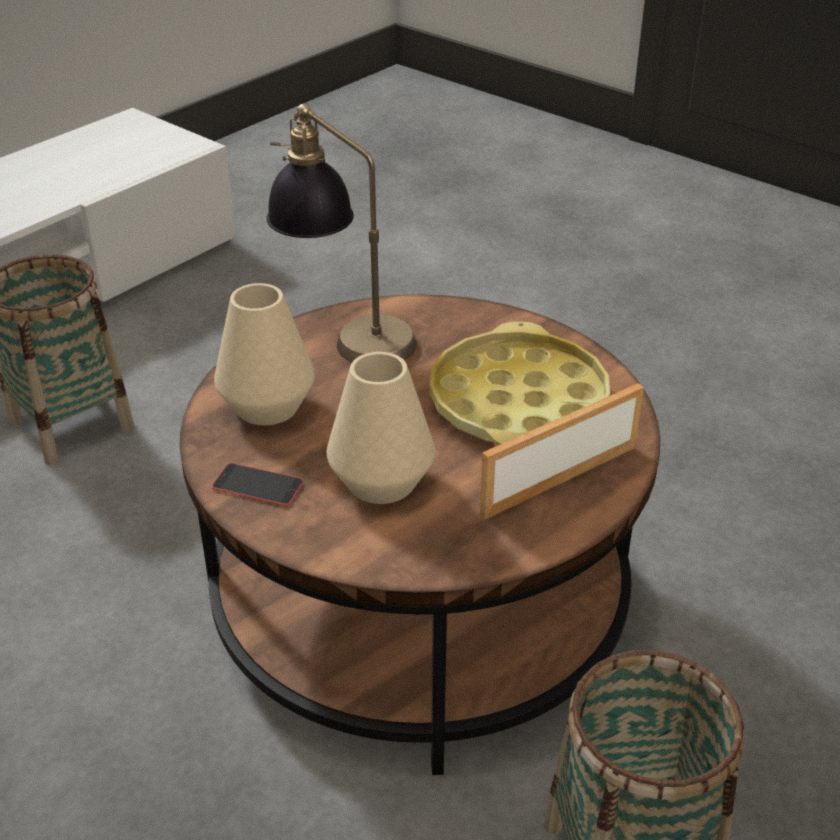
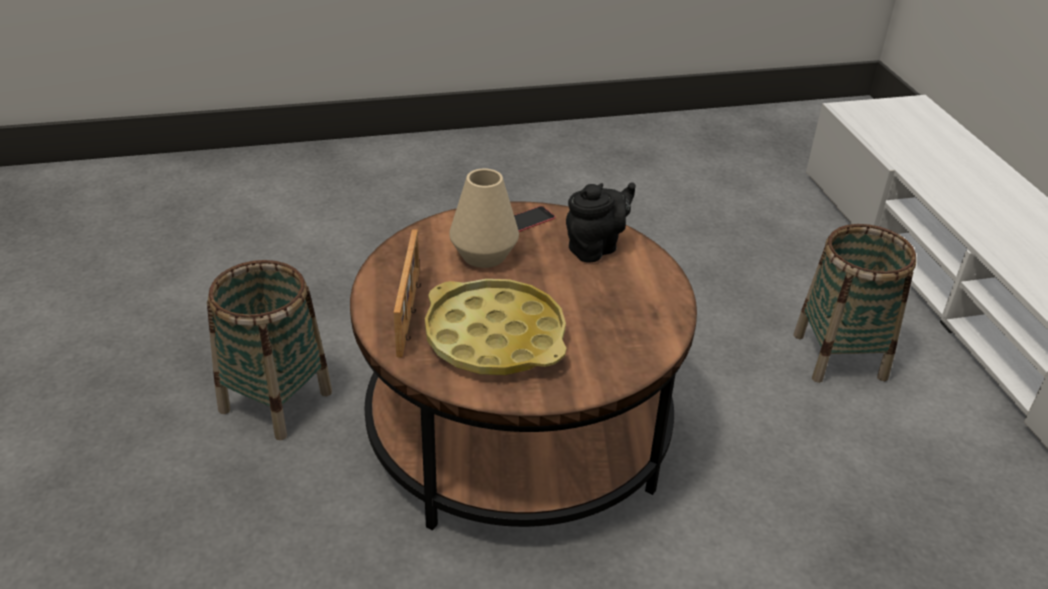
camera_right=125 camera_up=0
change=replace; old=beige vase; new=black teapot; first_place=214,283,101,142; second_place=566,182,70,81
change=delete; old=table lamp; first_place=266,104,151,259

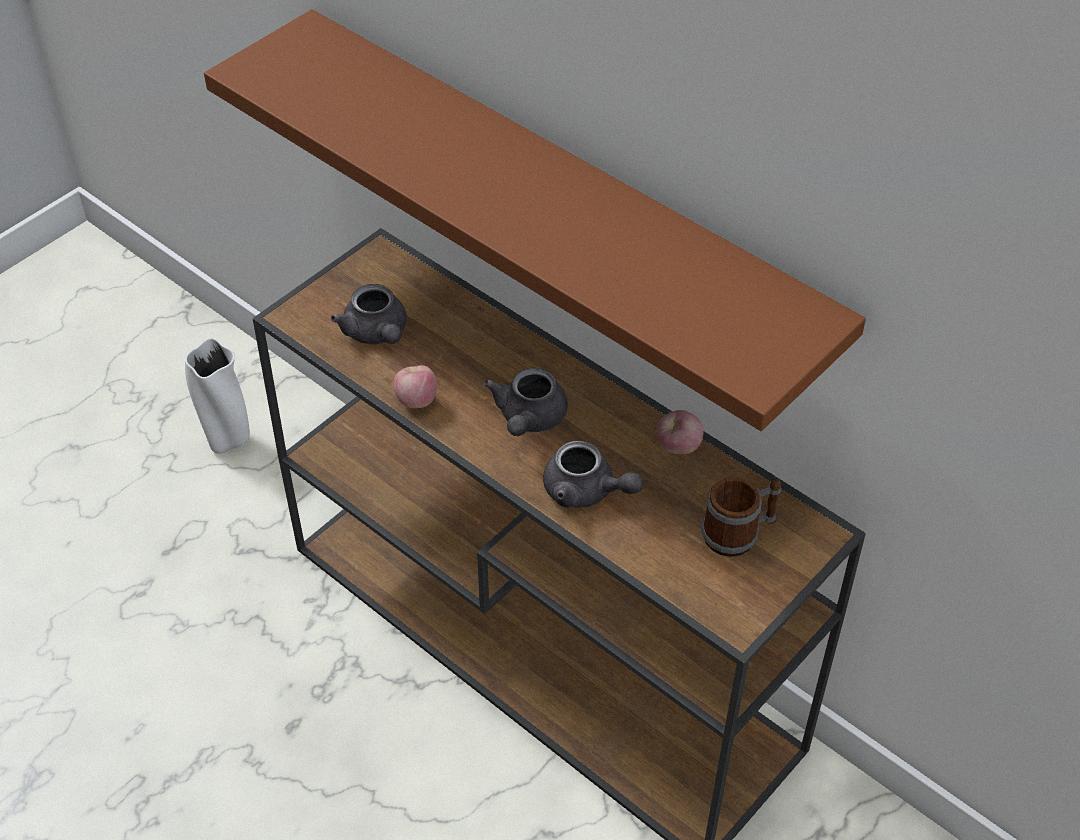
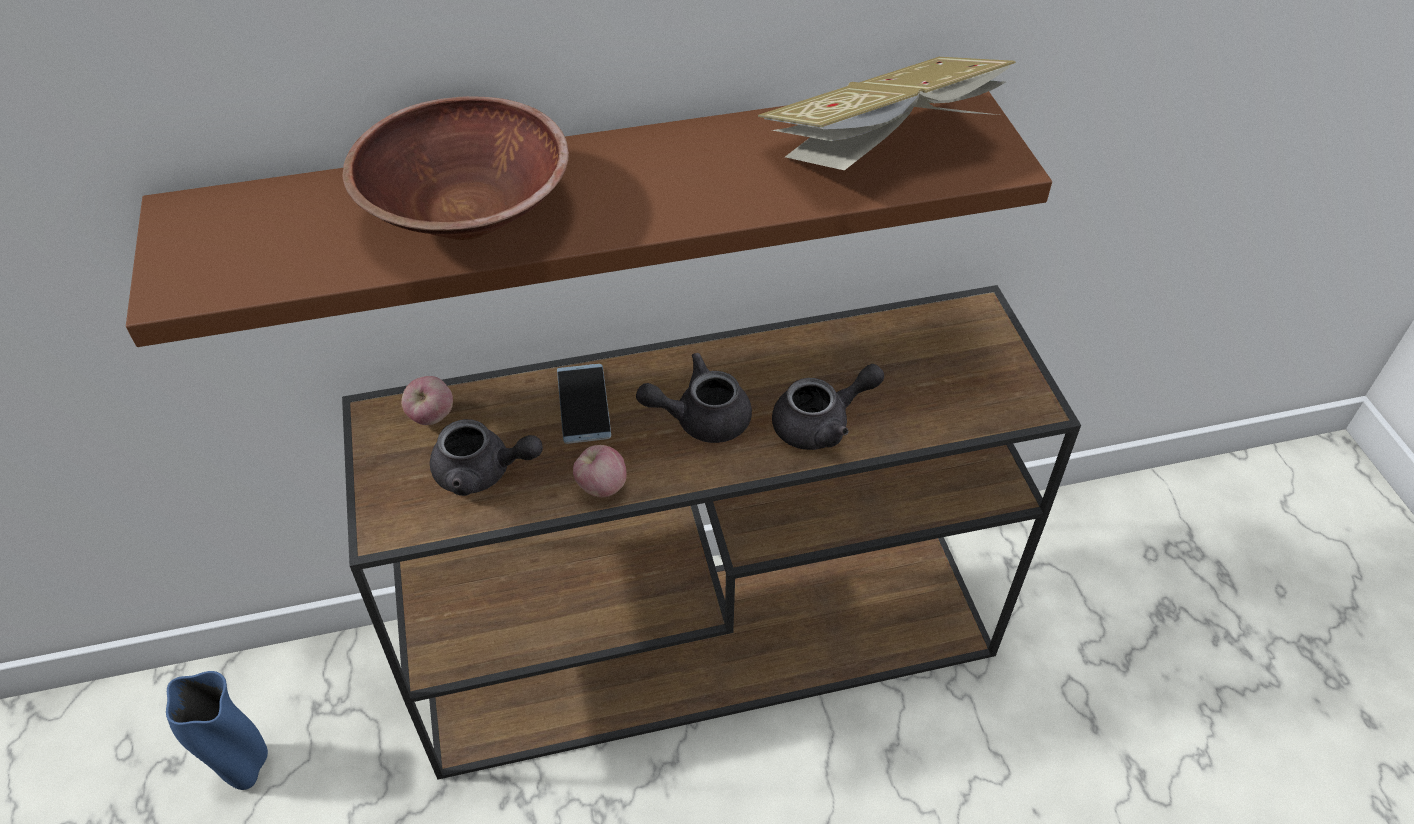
camera_right=-55 camera_up=0
change=recolor; old=white vase; new=blue vase; first_place=185,338,65,116; second_place=166,671,102,119
change=insert; new=brown bowl; second_place=343,96,226,144
change=move; old=apple; first_place=657,410,47,44; second_place=401,376,52,49
change=insert; new=phone; second_place=557,364,54,80
change=rotate; old=grey teapot; first_place=484,368,84,68; second_place=636,353,116,90; degrees=120
change=insert; new=book; second_place=758,57,258,113
change=delete; old=mug; first_place=701,477,80,80

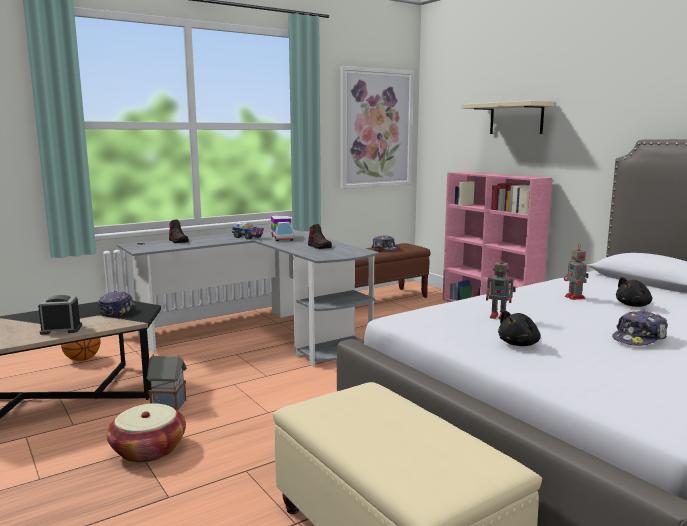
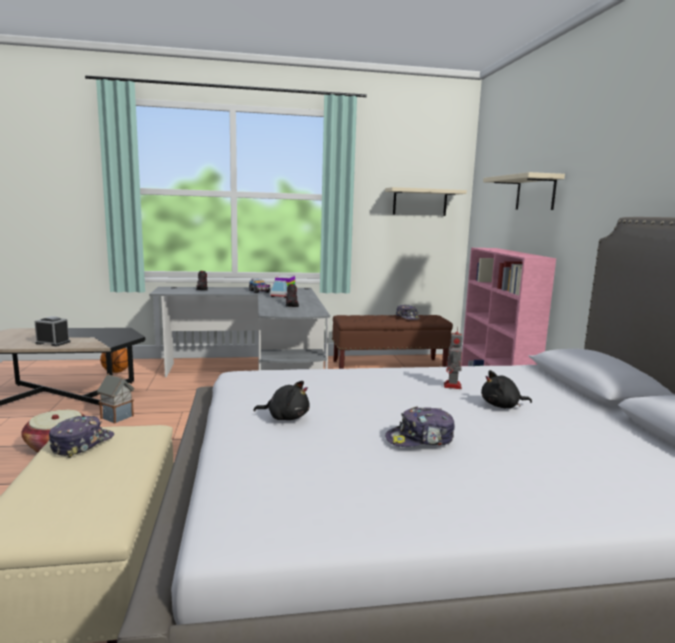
camera_right=25 camera_up=0
change=move; old=cap; first_place=98,291,37,25; second_place=49,416,65,42
change=rotate; old=black plush toy; first_place=498,310,43,36; second_place=253,381,57,39; degrees=-150
change=replace; old=picture; new=beige shelf; first_place=340,66,74,123; second_place=385,187,82,29
change=delete; old=toy robot; first_place=486,257,30,62

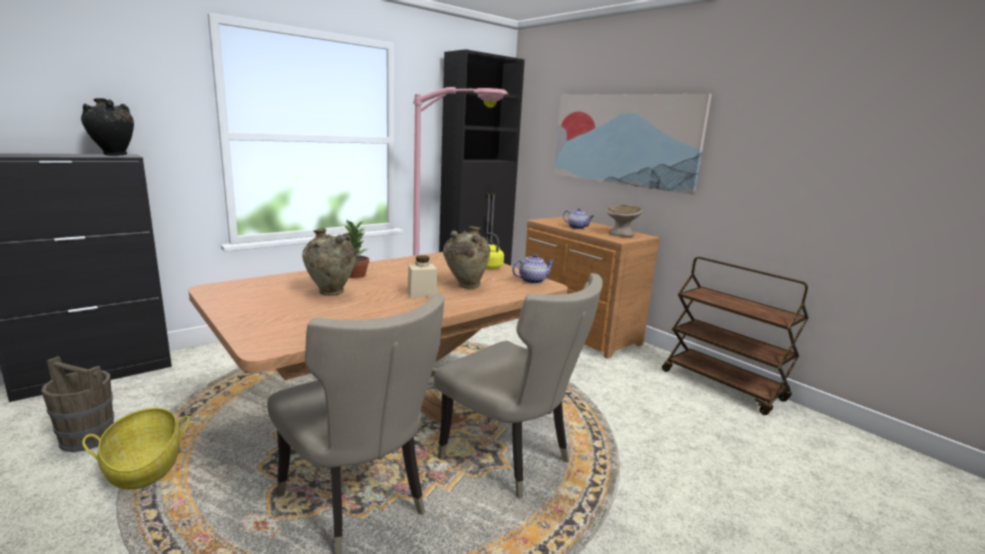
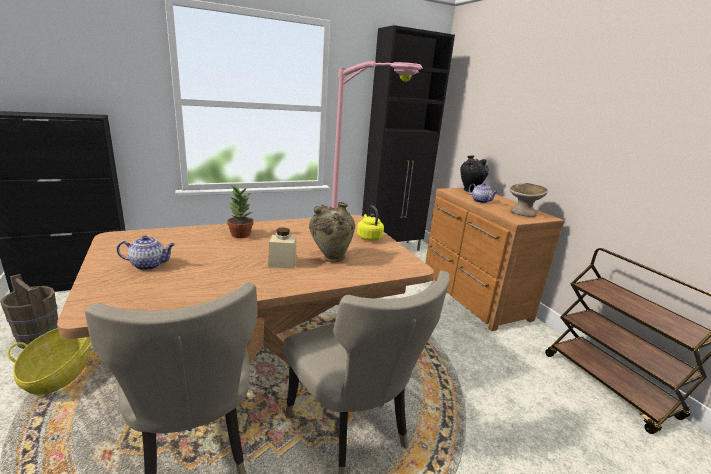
camera_right=15 camera_up=5
change=move; old=teapot; first_place=512,254,43,30; second_place=117,236,58,34
change=move; old=black vase; first_place=81,98,53,58; second_place=460,155,29,37
change=delete; old=beige vase; first_place=302,228,54,68
change=delete; old=picture; first_place=554,94,158,101

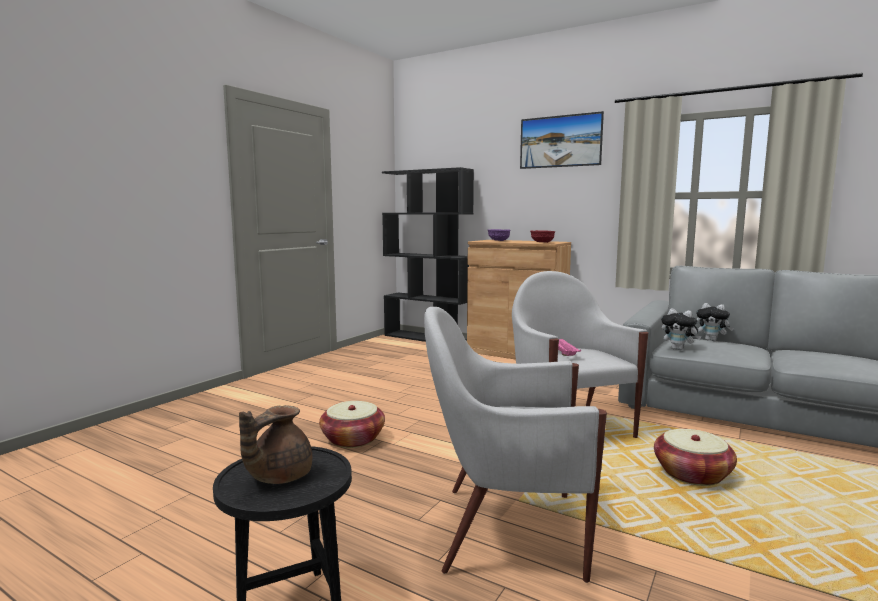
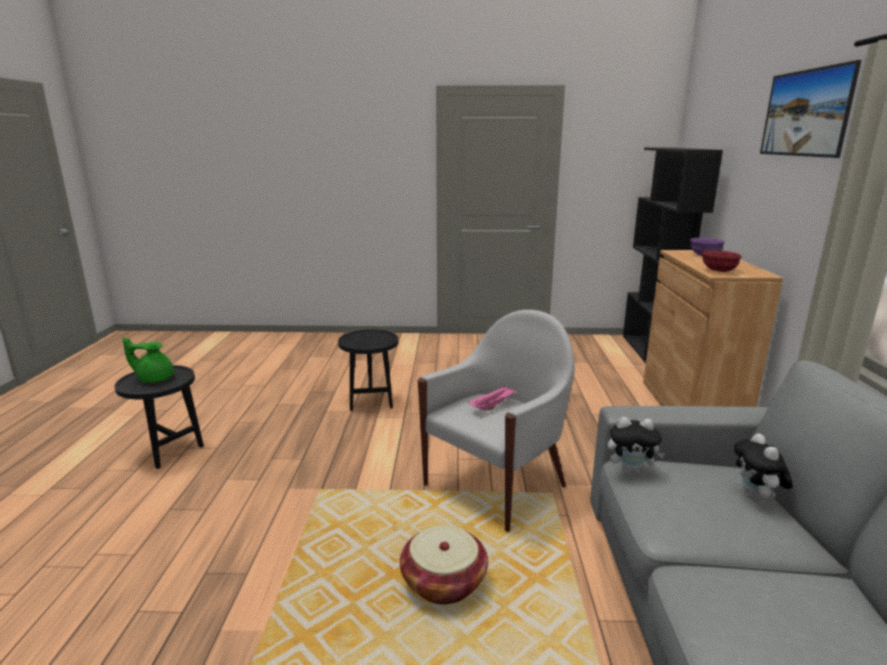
camera_right=60 camera_up=10
change=recolor; old=brown teapot; new=green teapot; first_place=239,405,73,79; second_place=122,337,52,46
change=replace; old=basket; new=black side table; first_place=319,401,66,47; second_place=338,329,60,82
change=rotate; old=plush toy; first_place=661,308,41,42; second_place=608,417,58,58; degrees=-90
change=delete; old=white armchair; first_place=424,307,183,276

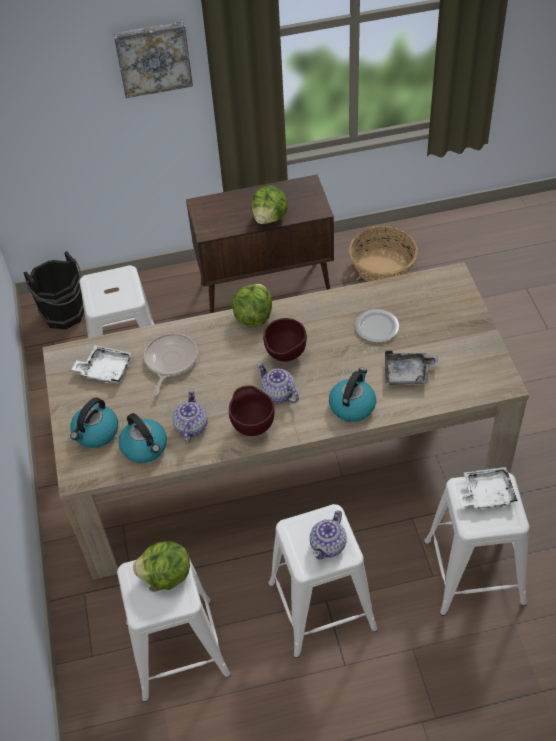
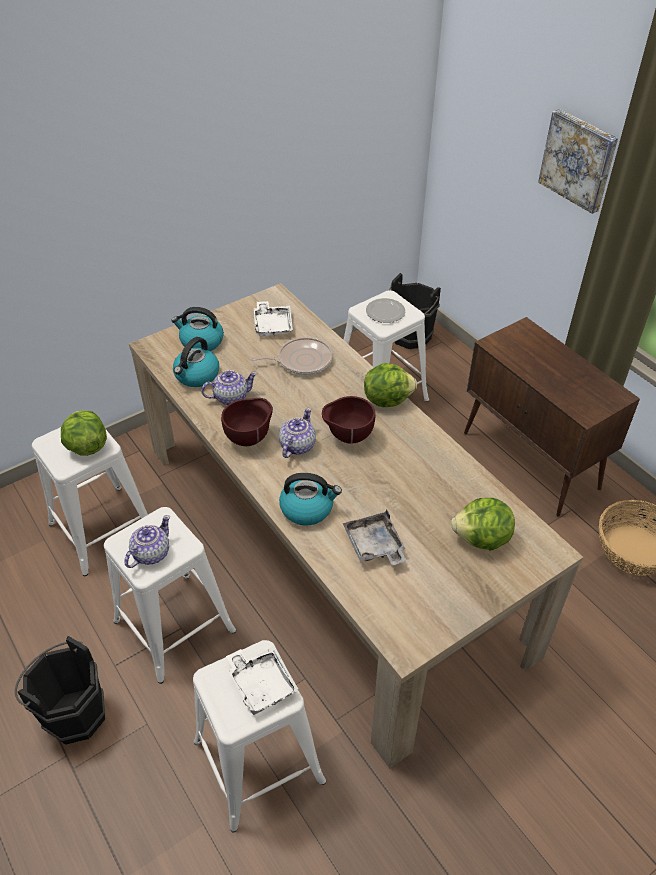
camera_right=65 camera_up=-5
change=insert; new=black bucket; second_place=15,636,90,108
change=rotate; old=teapot; first_place=310,510,36,50; second_place=124,515,46,53; degrees=120
change=move; old=plate; first_place=355,309,44,34; second_place=366,298,39,25
change=move; old=lettuce; first_place=251,186,37,38; second_place=451,498,64,53

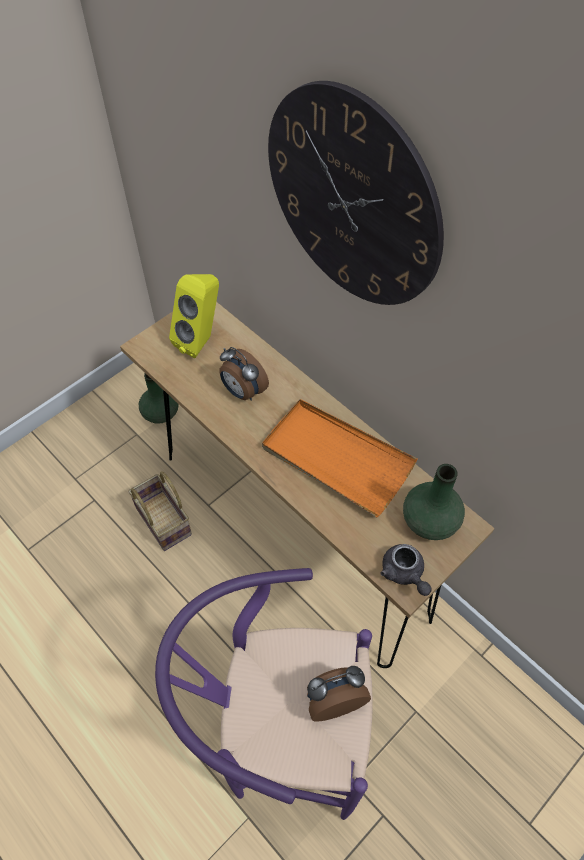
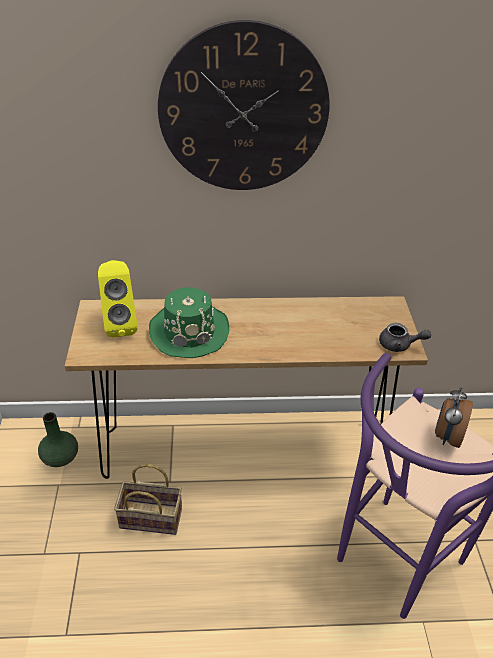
camera_right=-50 camera_up=-15
change=replace; old=alarm clock; new=green hat; first_place=219,347,50,54; second_place=149,287,80,71
change=delete; old=orange tray; first_place=262,399,156,118
change=delete; old=green vase; first_place=403,464,62,76

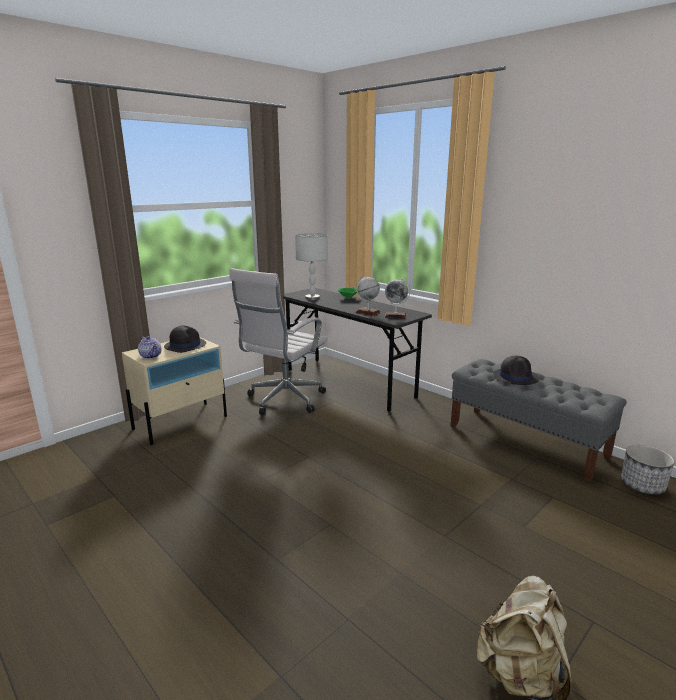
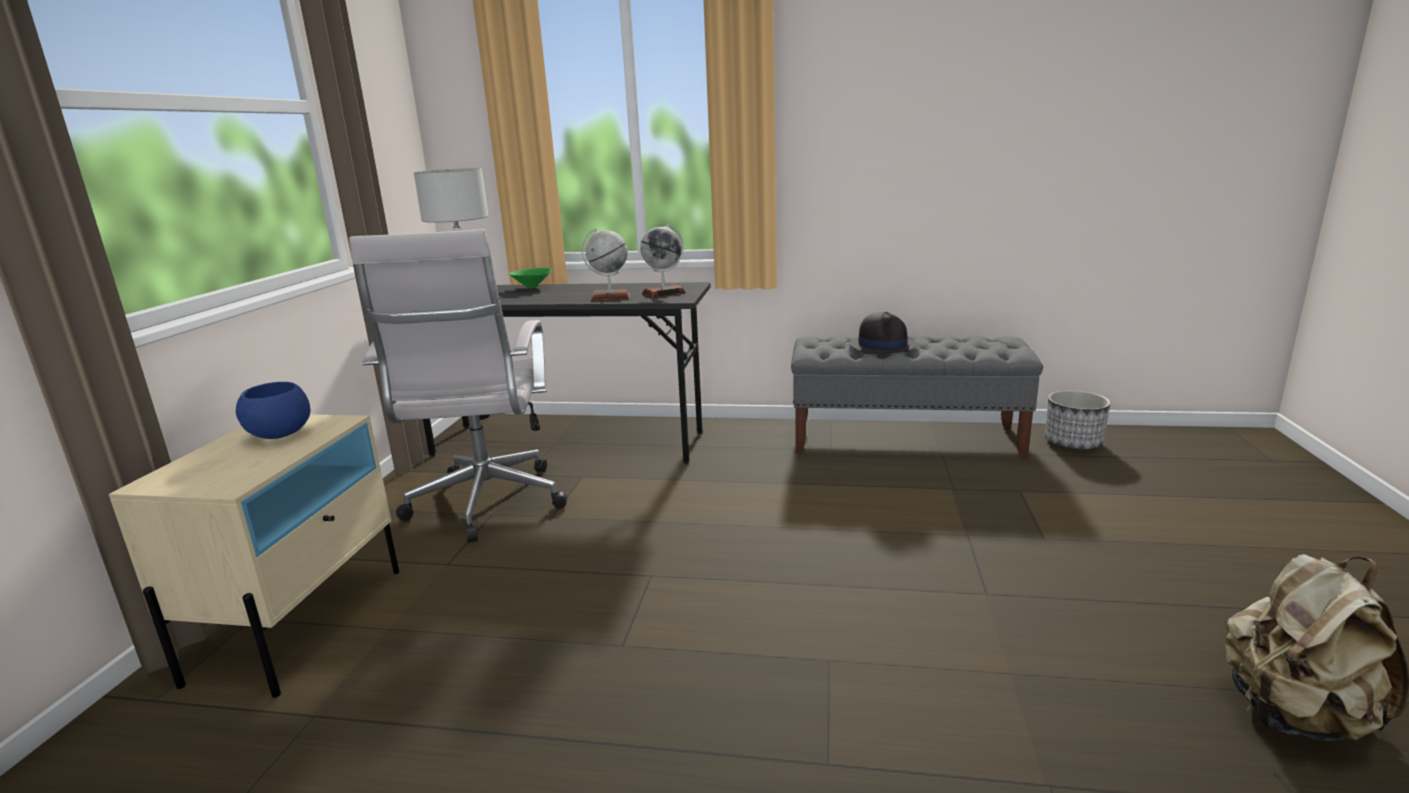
camera_right=-35 camera_up=0
change=replace; old=black hat; new=blue bowl; first_place=164,325,42,28; second_place=236,382,74,57
change=delete; old=teapot; first_place=138,336,23,23

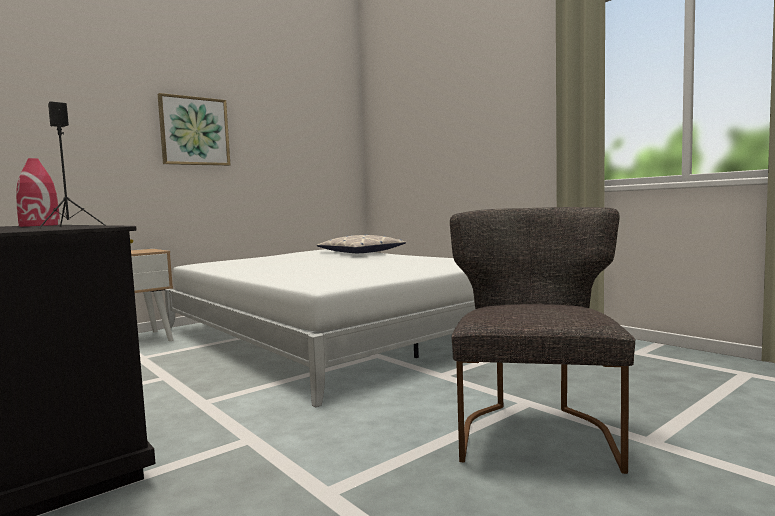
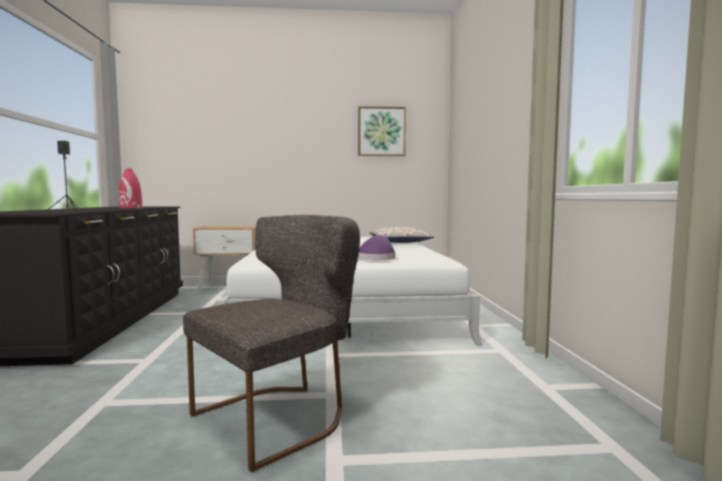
camera_right=35 camera_up=0
change=move; old=picture; first_place=158,93,72,73; second_place=358,106,48,50
change=insert; new=purple hat; second_place=358,235,37,25

